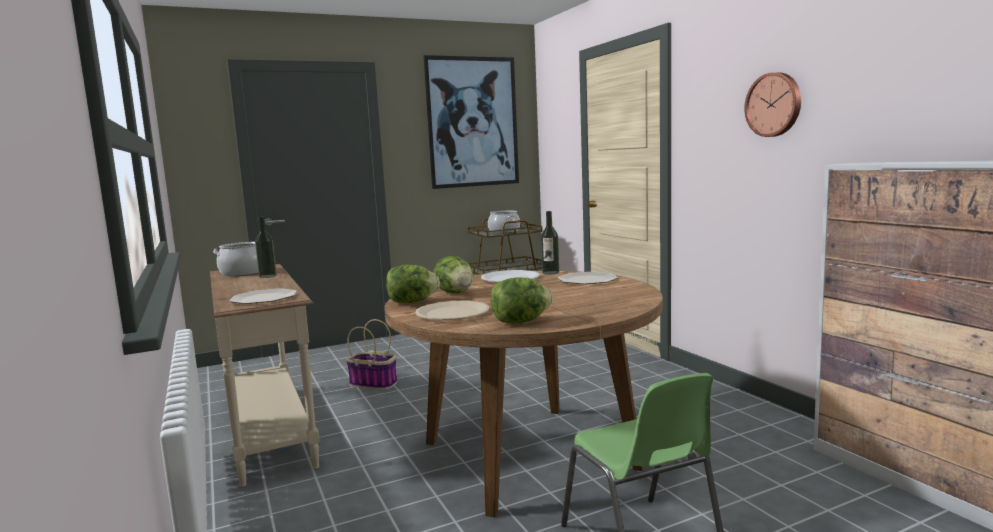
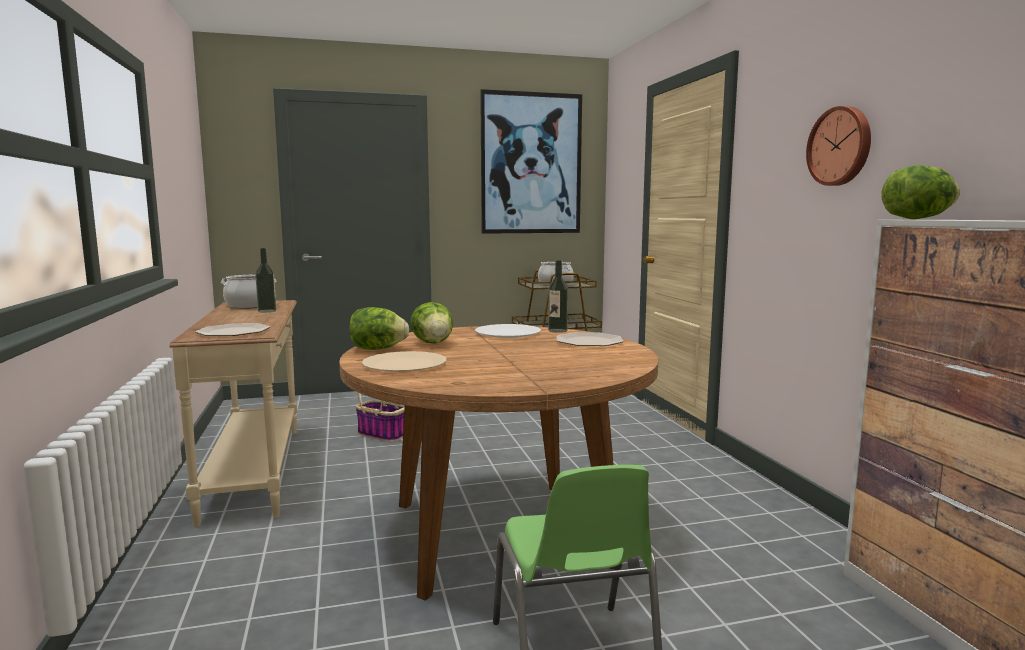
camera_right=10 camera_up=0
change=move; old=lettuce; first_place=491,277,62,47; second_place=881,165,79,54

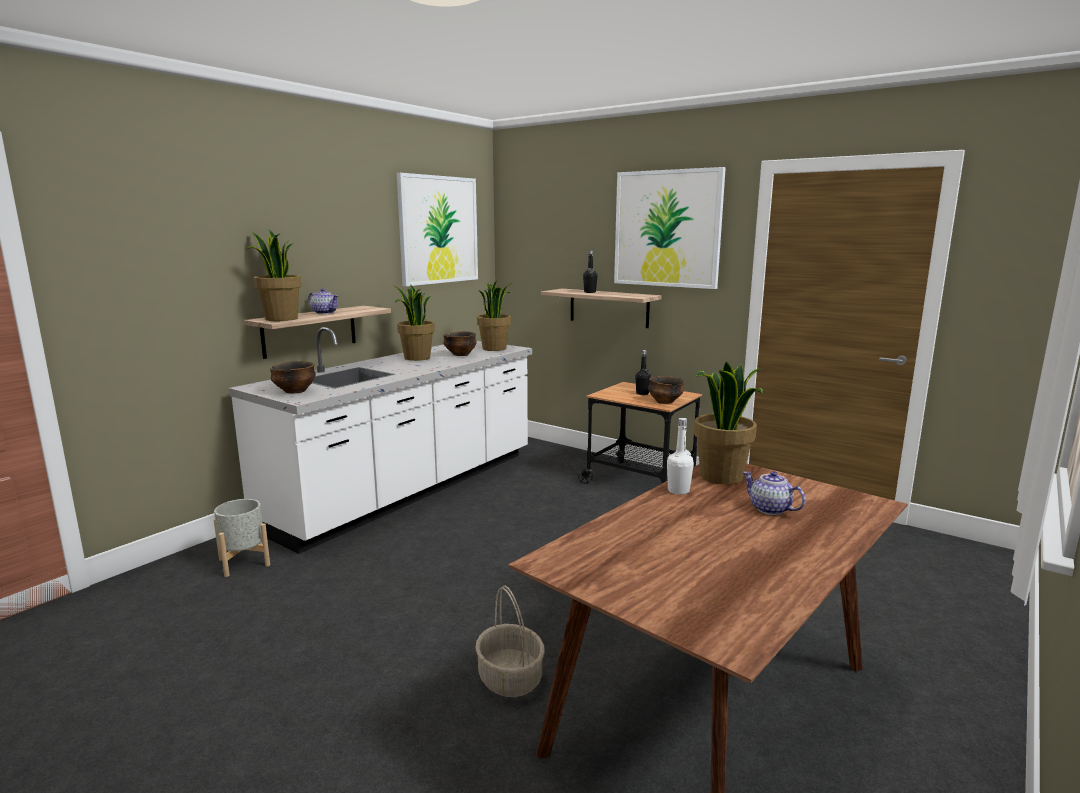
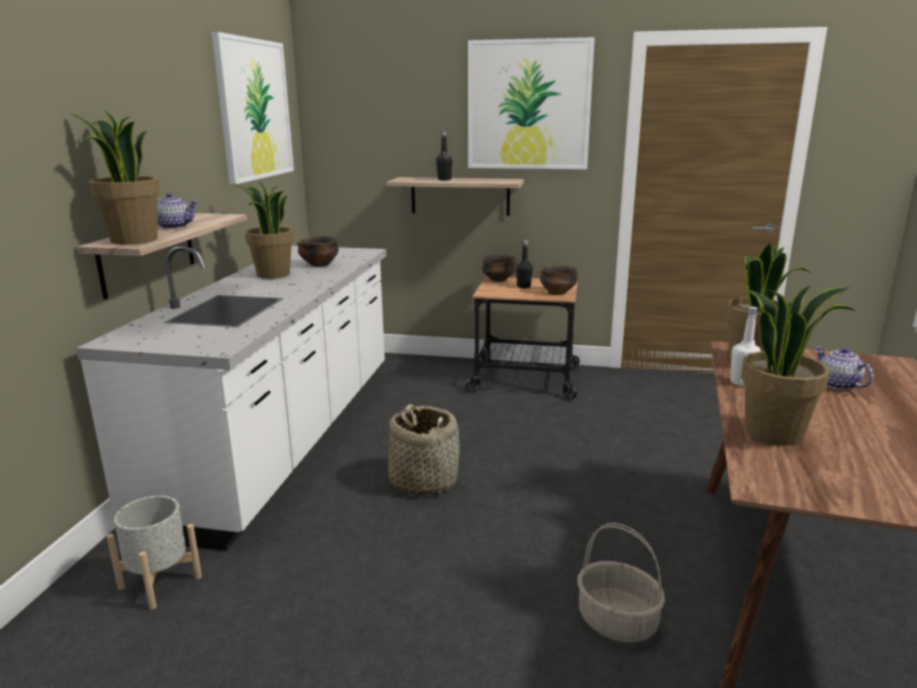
camera_right=-25 camera_up=5
change=insert; new=basket; second_place=389,404,71,92
change=move; old=bowl; first_place=270,361,46,33; second_place=482,255,35,27
change=move; old=potted plant; first_place=477,280,36,71; second_place=741,284,116,162
change=rotate; old=teapot; first_place=743,471,63,44; second_place=815,347,59,43; degrees=45

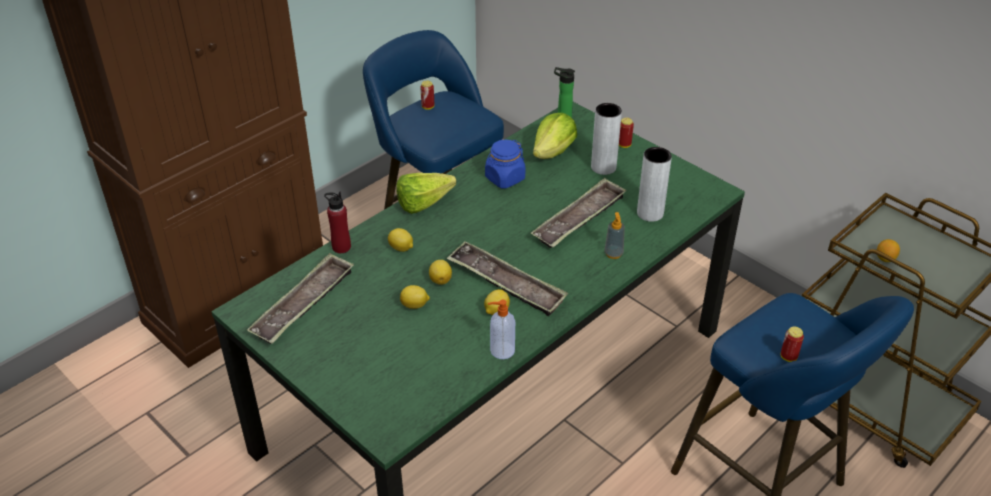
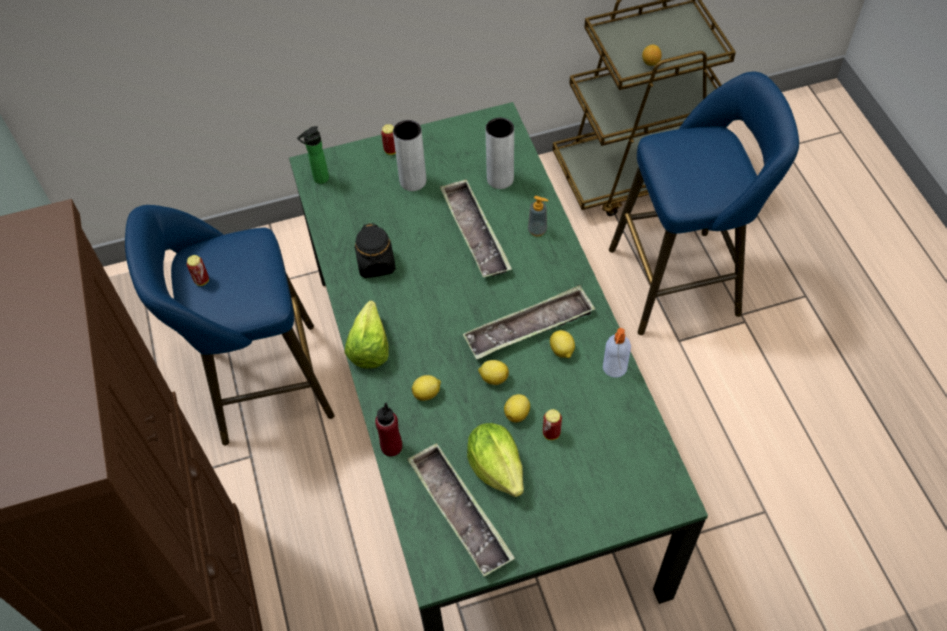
camera_right=-60 camera_up=15
change=recolor; old=blue jar; new=black jar; first_place=485,140,40,49; second_place=355,223,41,55
change=move; old=lettuce; first_place=533,113,44,46; second_place=467,423,57,74
change=move; old=can; first_place=781,327,23,35; second_place=543,409,19,31

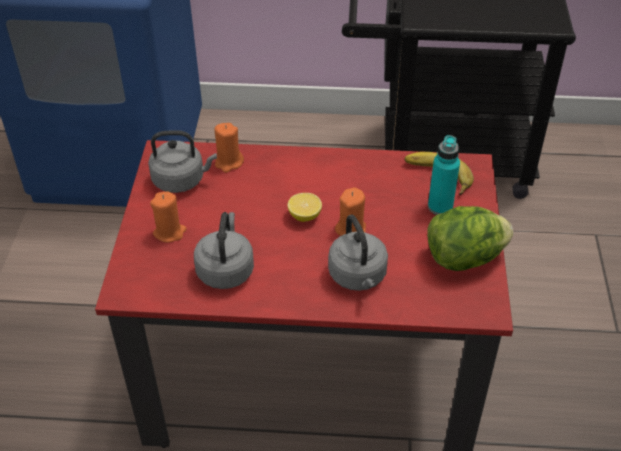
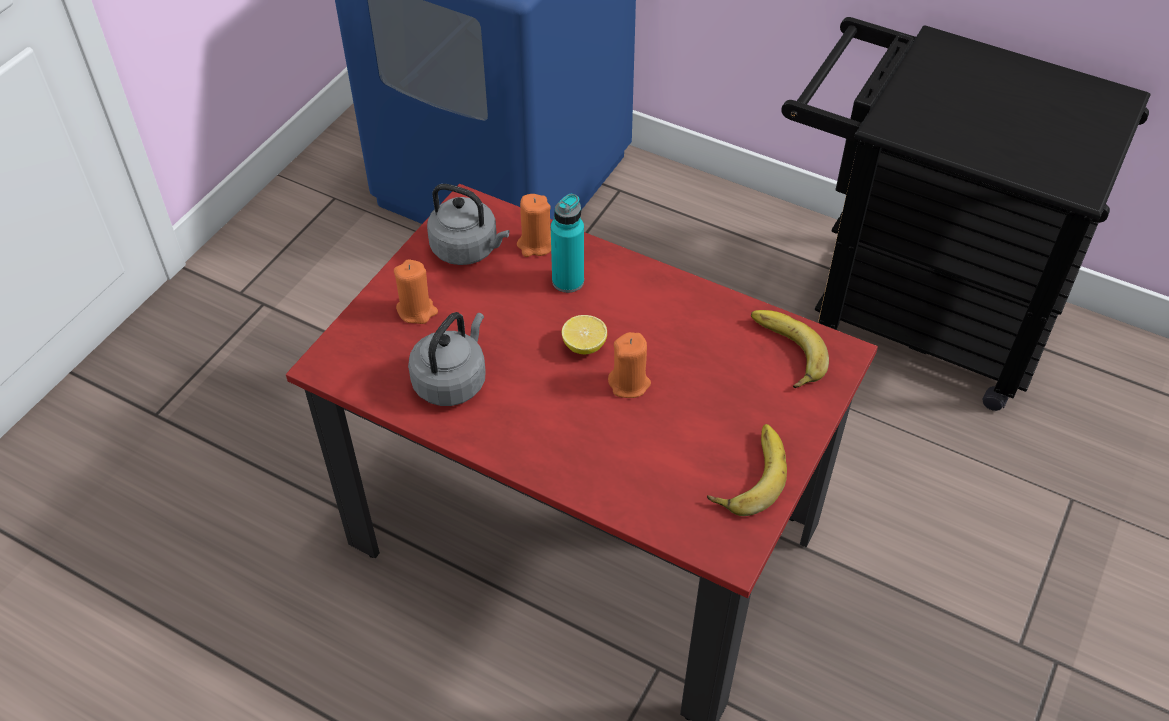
camera_right=25 camera_up=5
change=move; old=turquoise bottle; first_place=428,135,32,80; second_place=551,194,33,99
change=replace; old=lettuce; new=banana; first_place=427,206,86,65; second_place=707,424,80,92
change=delete; old=grey kettle; first_place=328,215,60,76

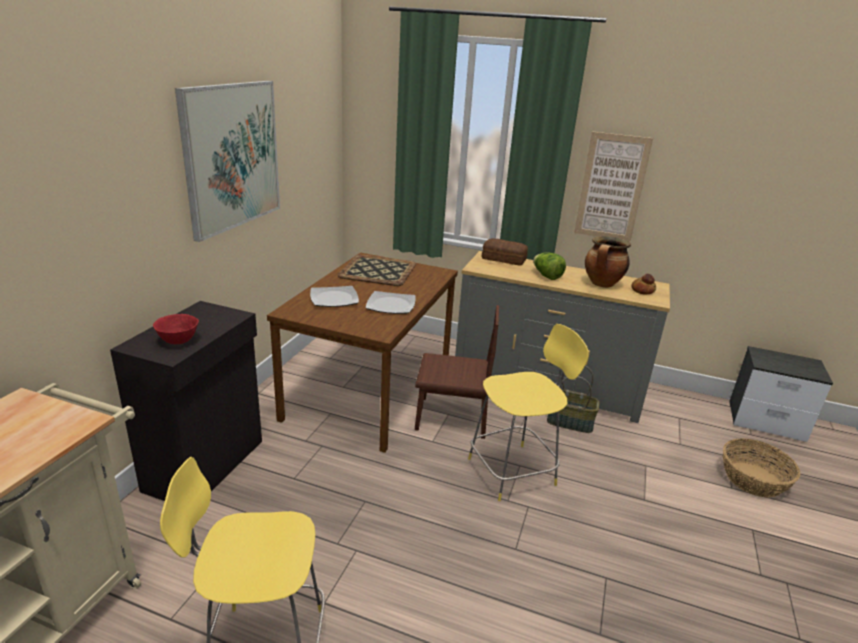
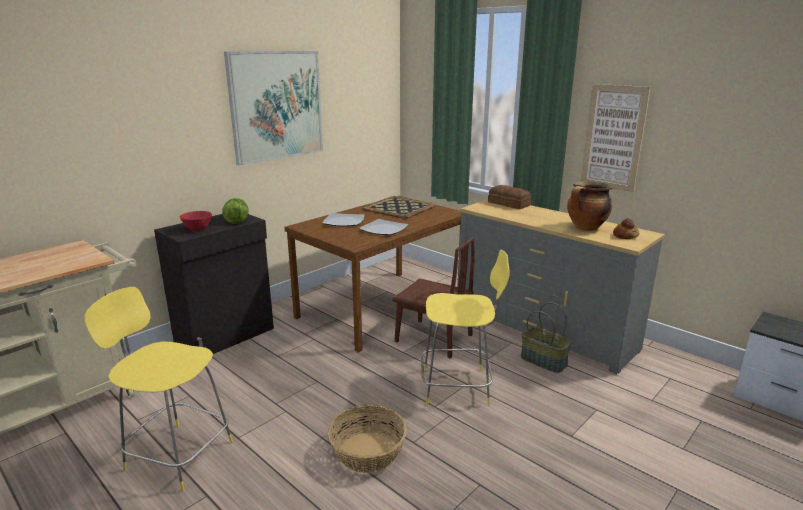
camera_right=25 camera_up=-5
change=move; old=lettuce; first_place=533,253,33,27; second_place=222,198,27,26
change=move; old=basket; first_place=723,438,77,59; second_place=327,405,80,68

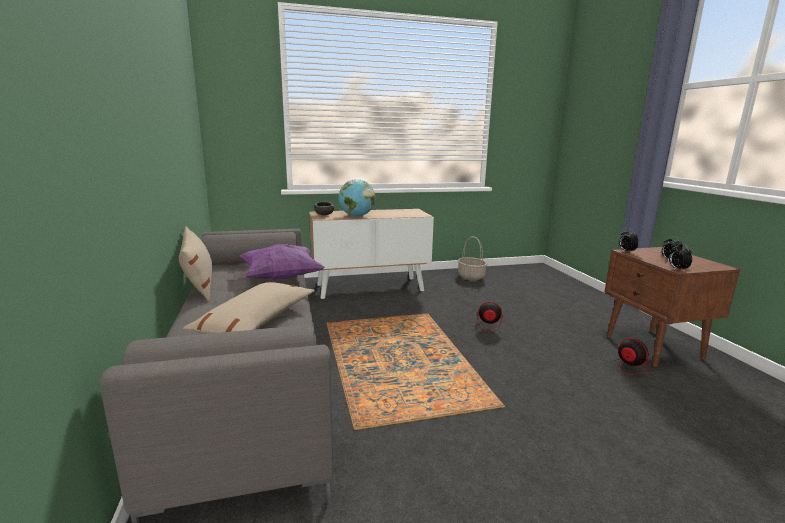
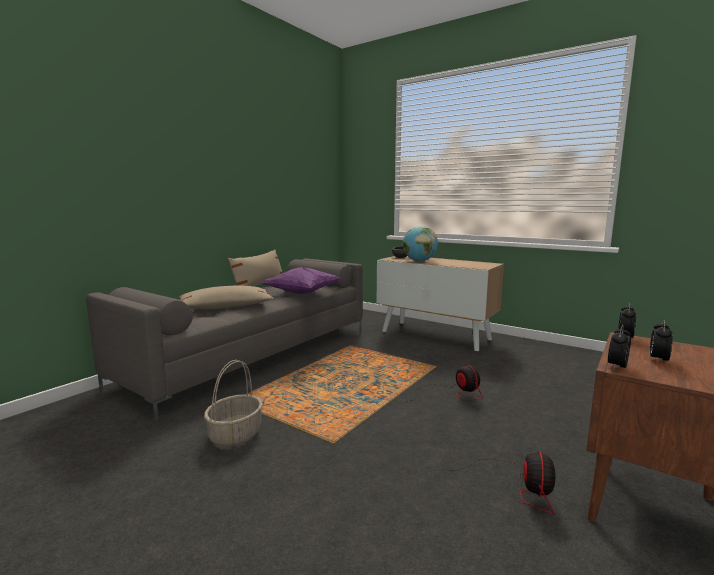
camera_right=50 camera_up=-5
change=move; old=basket; first_place=458,236,29,44; second_place=204,360,59,87

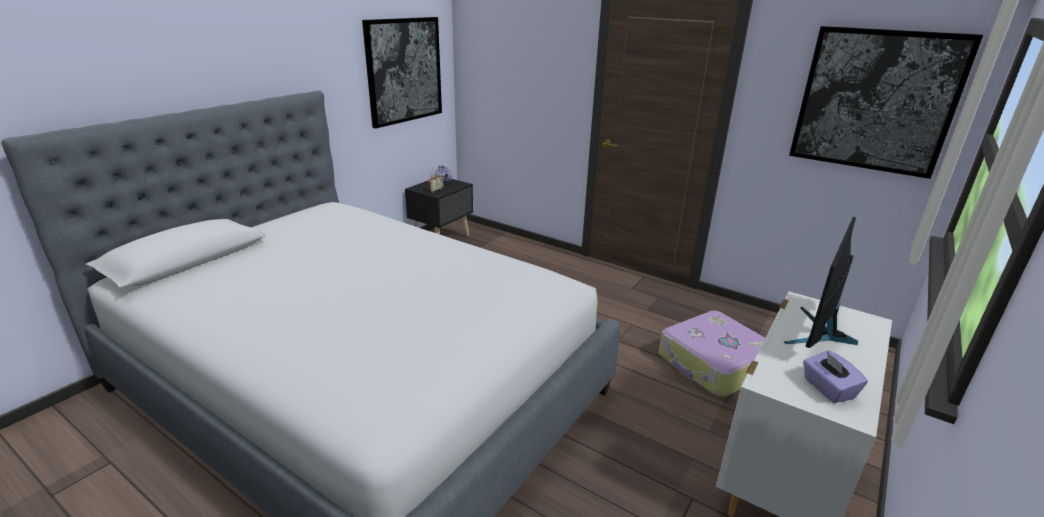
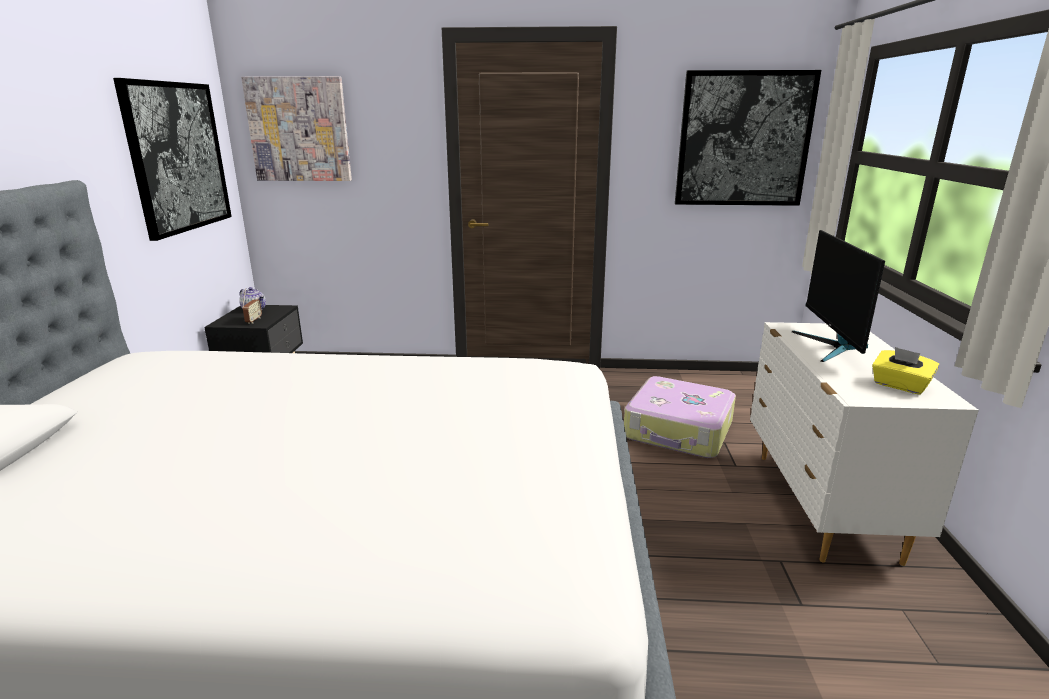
camera_right=-30 camera_up=-5
change=insert; new=picture; second_place=241,76,111,105
change=recolor; old=purple tissue box; new=yellow tissue box; first_place=803,350,65,53; second_place=872,347,68,48

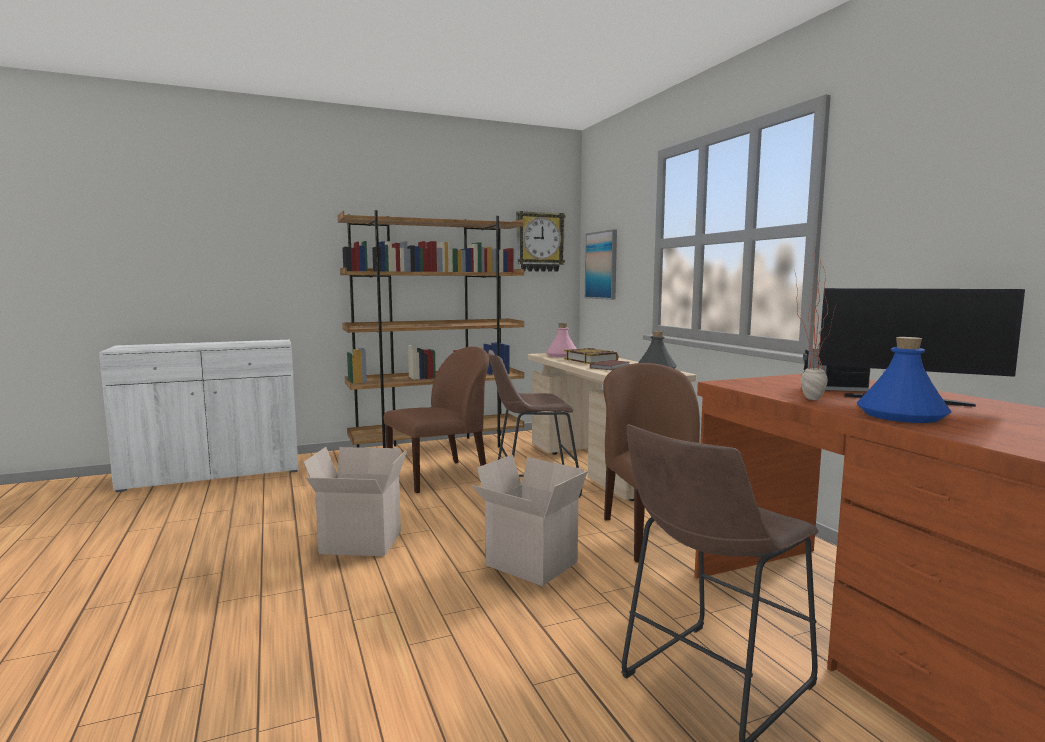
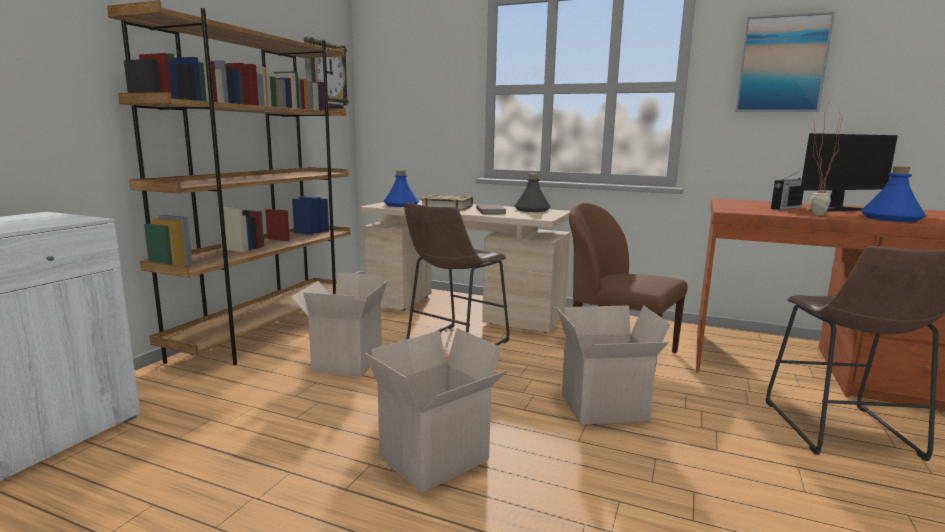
camera_right=-45 camera_up=5
change=replace; old=brown chair; new=cardboard box; first_place=383,346,106,147; second_place=291,272,97,105
change=recolor; old=pink bottle; new=blue bottle; first_place=546,323,31,34; second_place=383,170,36,37
change=move; old=picture; first_place=585,229,32,71; second_place=735,12,100,100

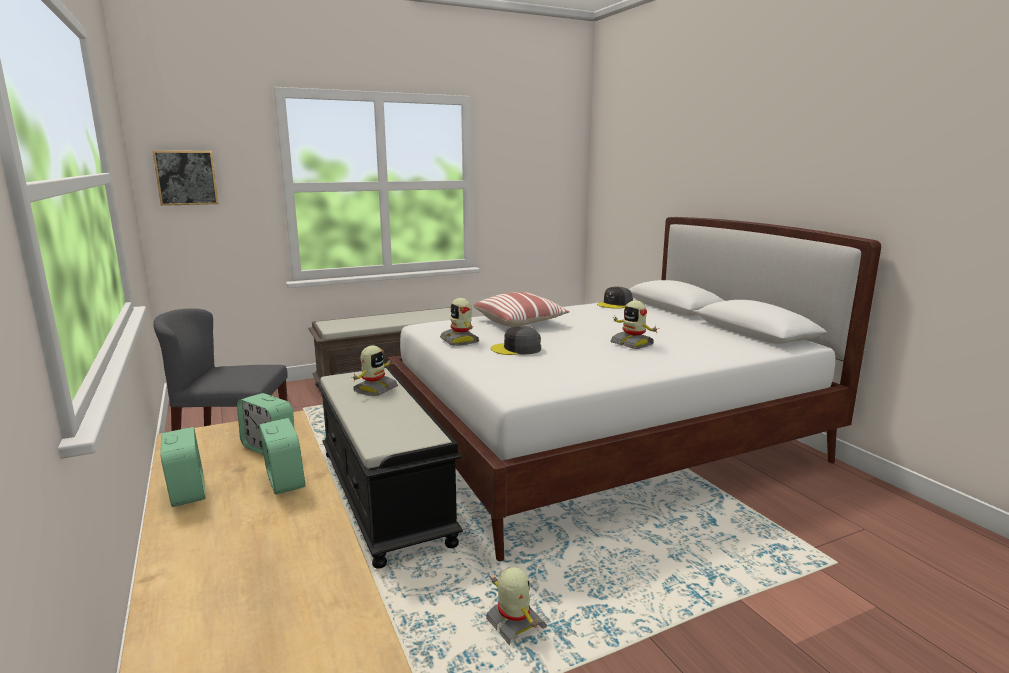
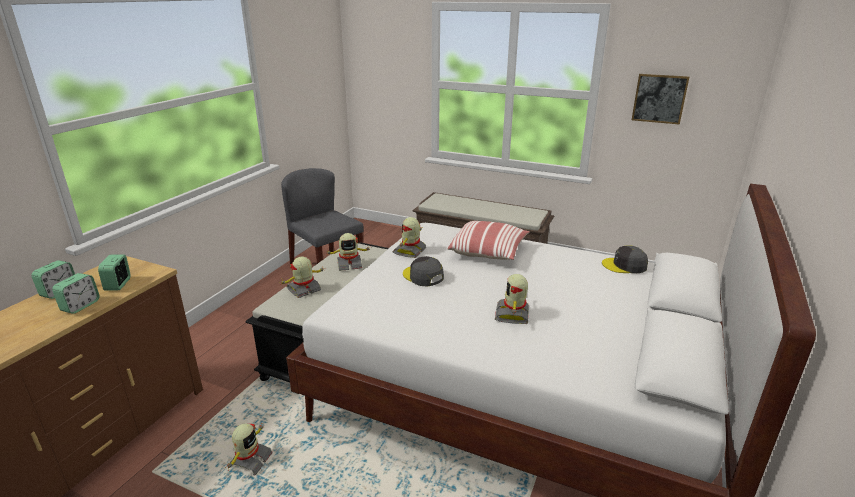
camera_right=50 camera_up=10
change=insert; new=toy robot; second_place=280,256,45,42
change=move; old=picture; first_place=153,151,65,55; second_place=632,74,57,51

